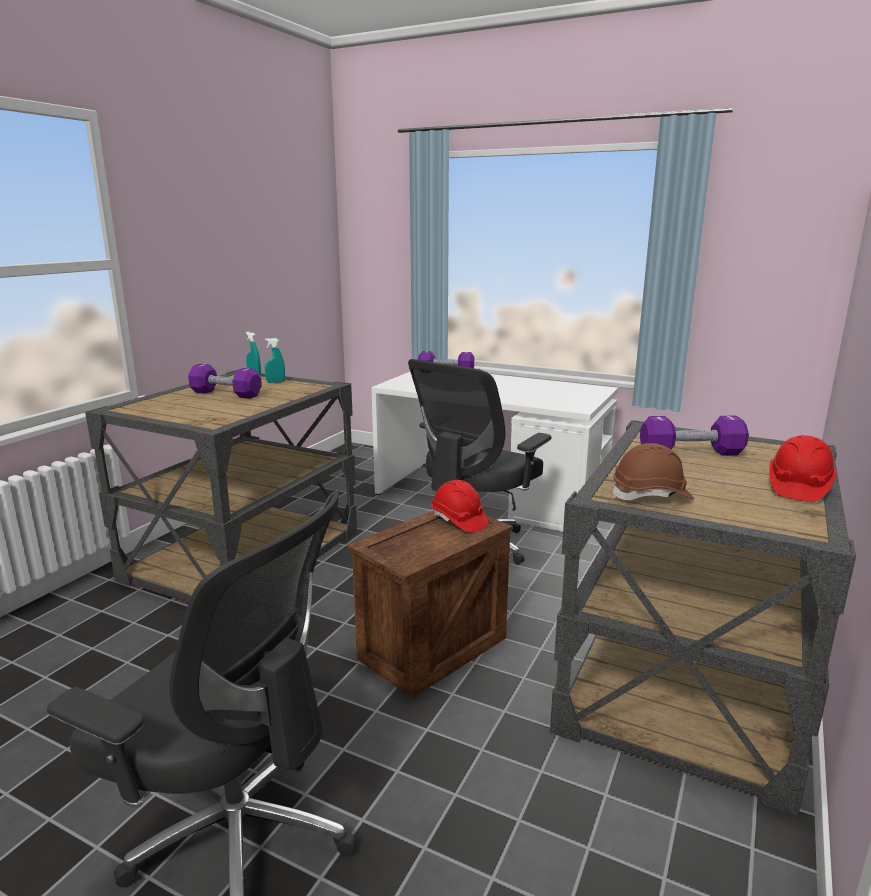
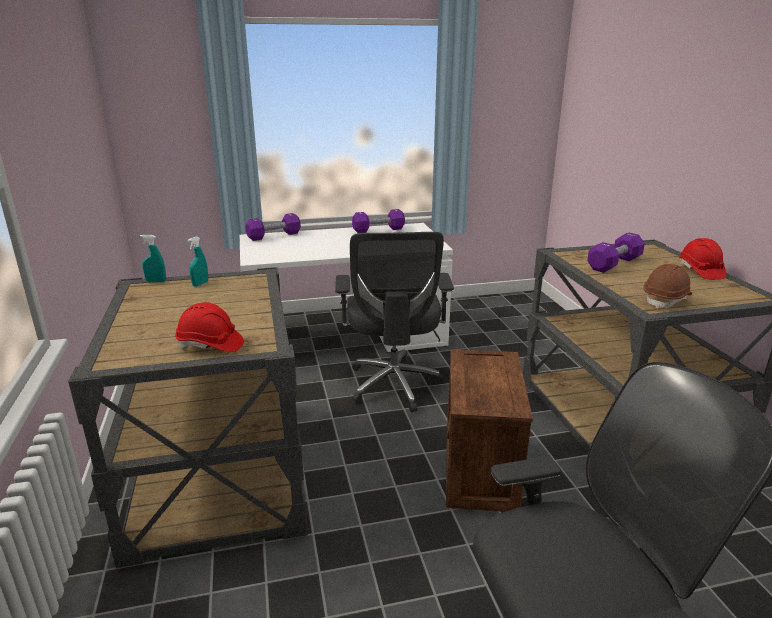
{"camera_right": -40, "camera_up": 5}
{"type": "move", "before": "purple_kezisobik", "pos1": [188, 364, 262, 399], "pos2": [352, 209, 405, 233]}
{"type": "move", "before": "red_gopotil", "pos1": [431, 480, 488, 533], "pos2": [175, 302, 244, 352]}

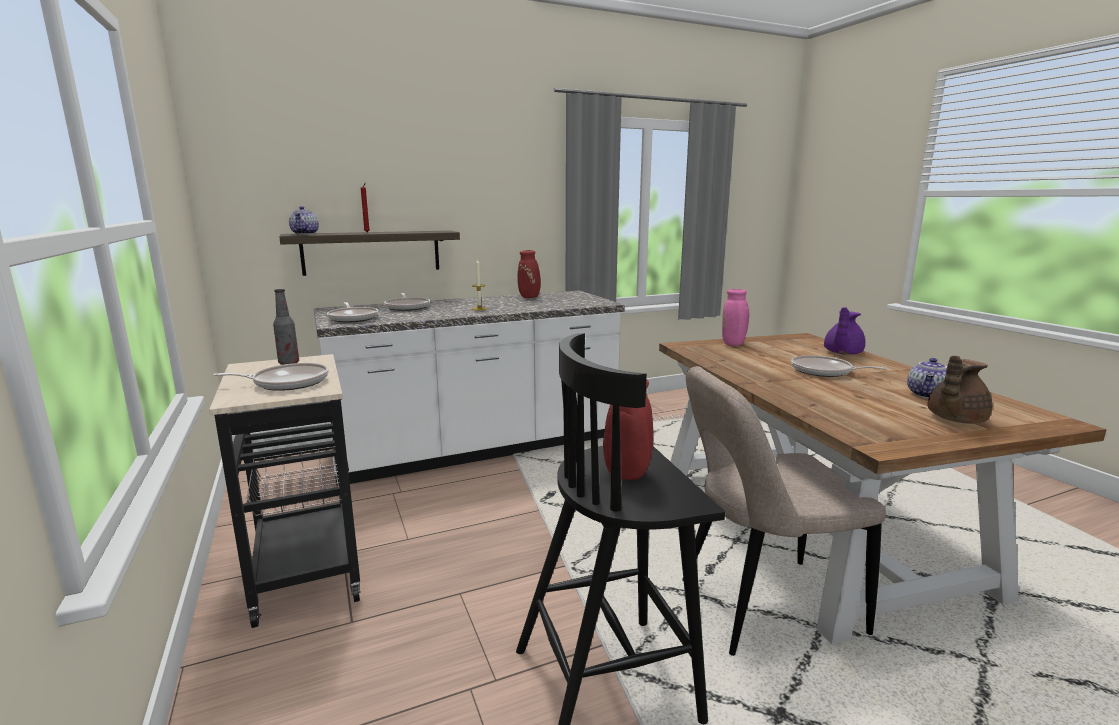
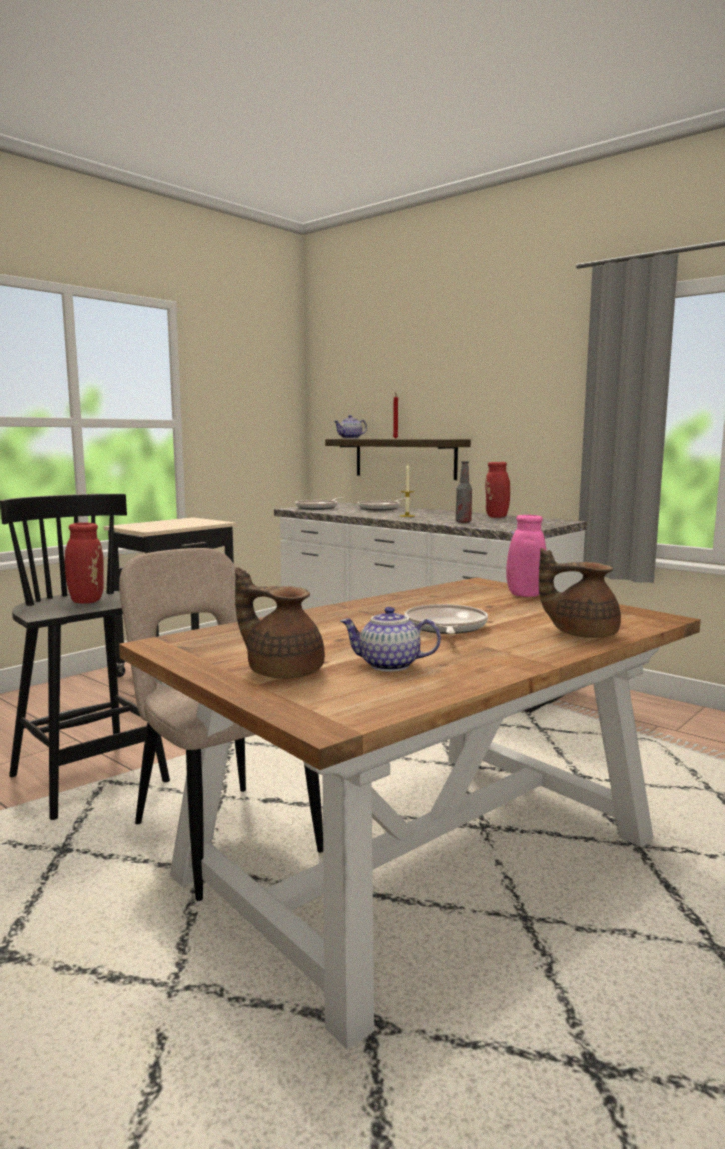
{"camera_right": 65, "camera_up": -5}
{"type": "delete", "before": "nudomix", "pos1": [213, 363, 328, 391]}
{"type": "move", "before": "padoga", "pos1": [273, 289, 299, 365], "pos2": [456, 461, 472, 523]}
{"type": "recolor", "before": "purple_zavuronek", "after": "brown_zavuronek", "pos1": [824, 307, 865, 355], "pos2": [539, 548, 621, 638]}

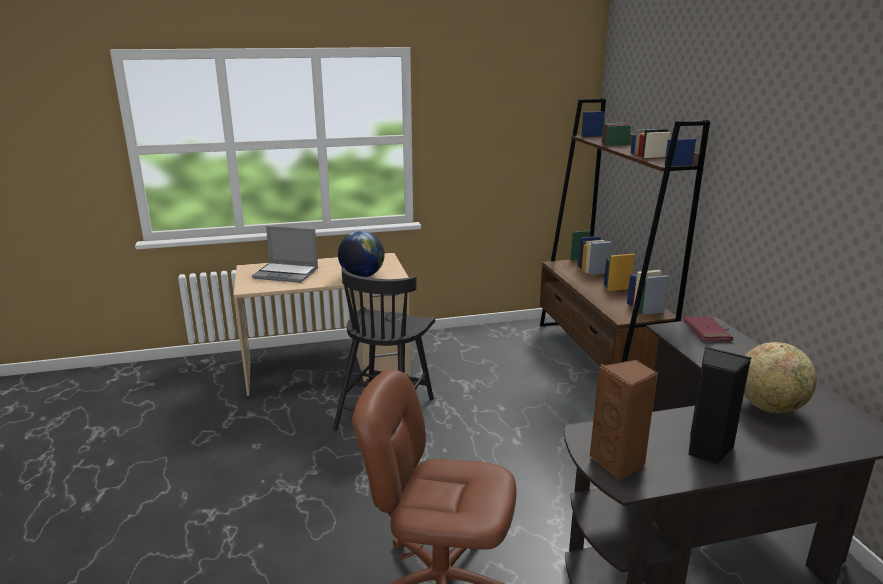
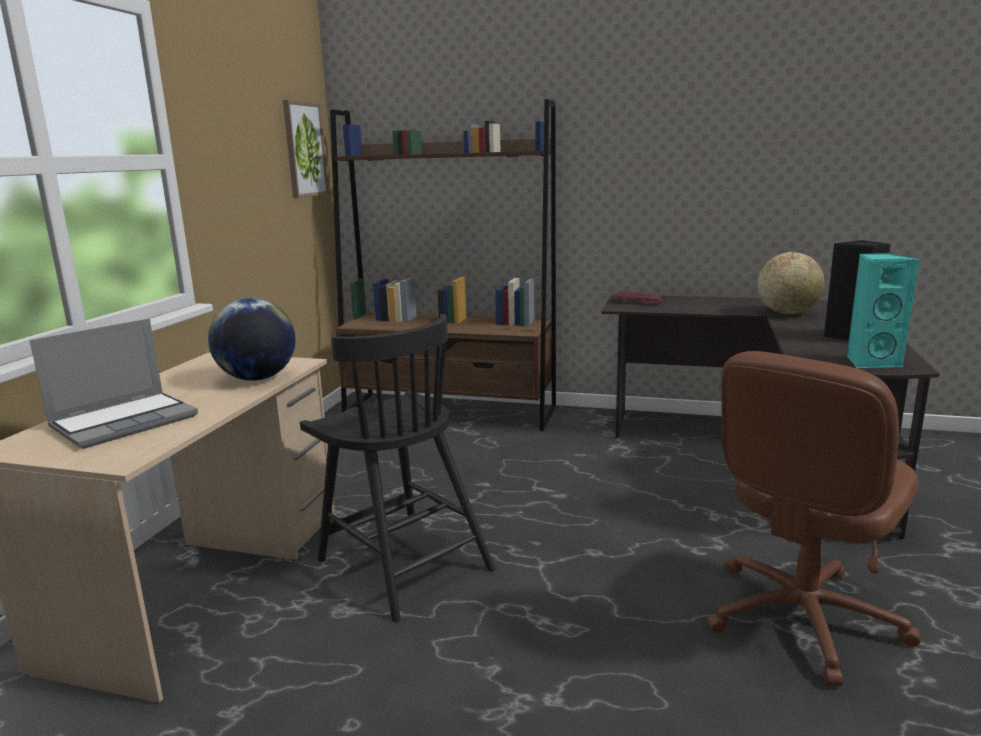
{"camera_right": -60, "camera_up": -5}
{"type": "recolor", "before": "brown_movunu", "after": "turquoise_movunu", "pos1": [590, 359, 658, 481], "pos2": [847, 253, 920, 369]}
{"type": "insert", "after": "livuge", "pos2": [283, 100, 329, 198]}

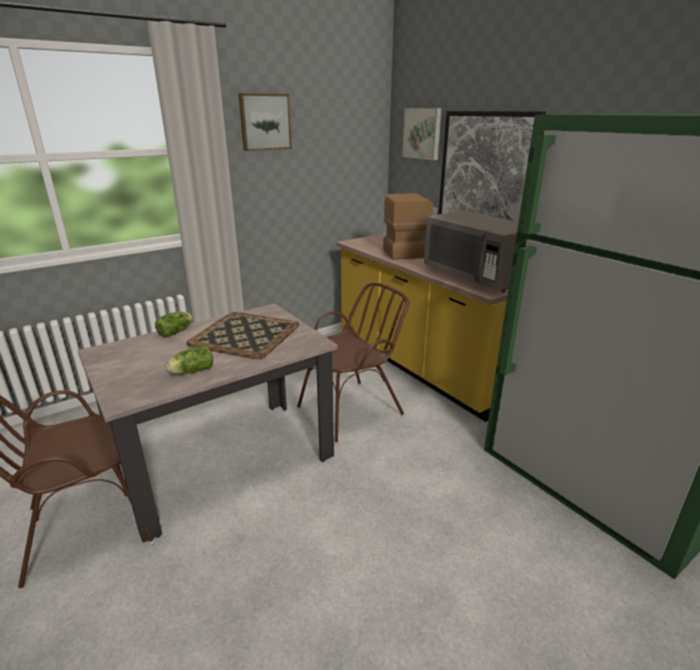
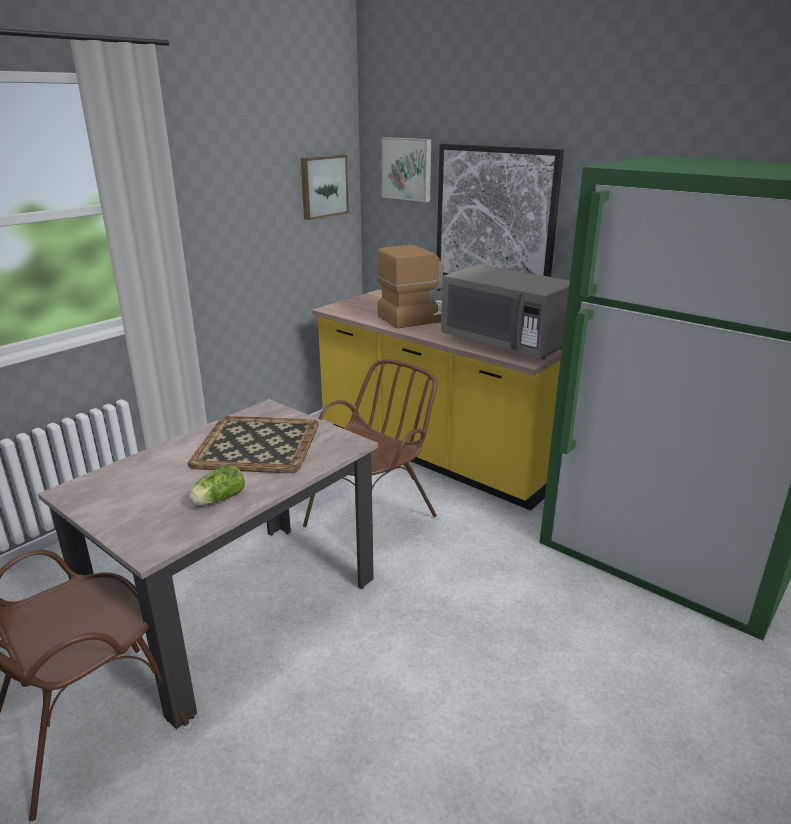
{"camera_right": -15, "camera_up": 0}
{"type": "delete", "before": "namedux", "pos1": [155, 312, 193, 337]}
{"type": "move", "before": "livuge", "pos1": [238, 93, 292, 151], "pos2": [301, 155, 349, 220]}

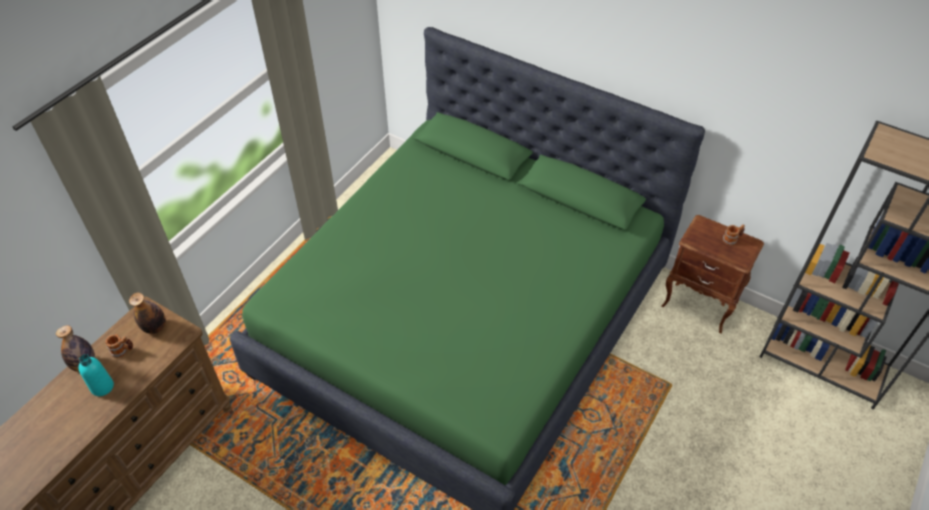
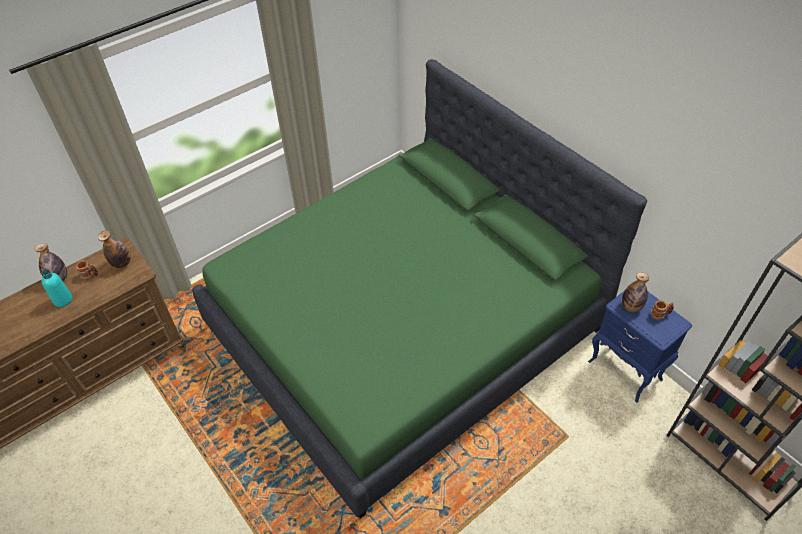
{"camera_right": 20, "camera_up": 0}
{"type": "recolor", "before": "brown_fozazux", "after": "blue_fozazux", "pos1": [661, 215, 764, 334], "pos2": [588, 291, 692, 403]}
{"type": "insert", "after": "padoga", "pos2": [622, 272, 649, 312]}

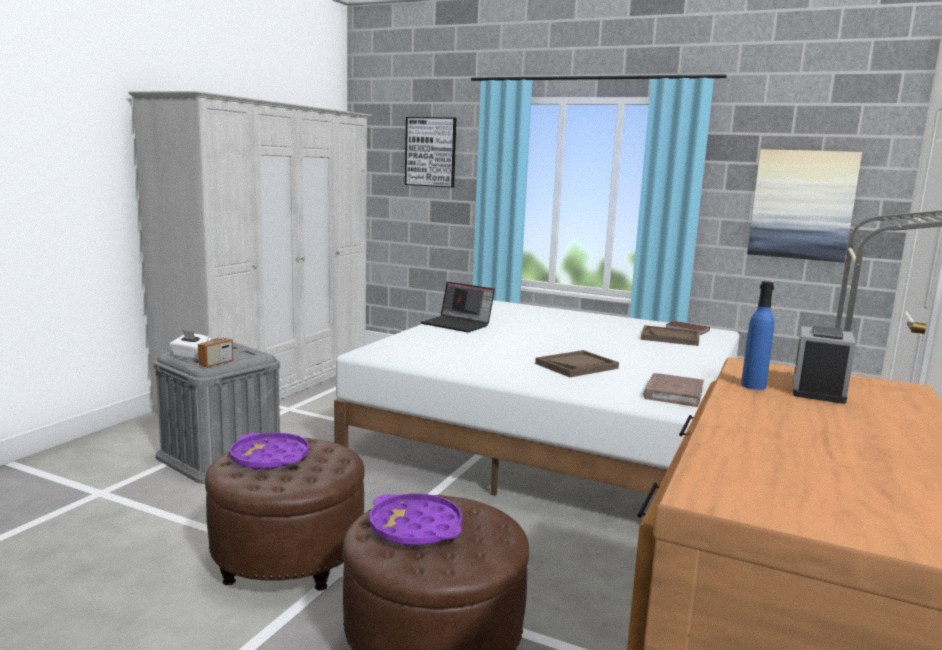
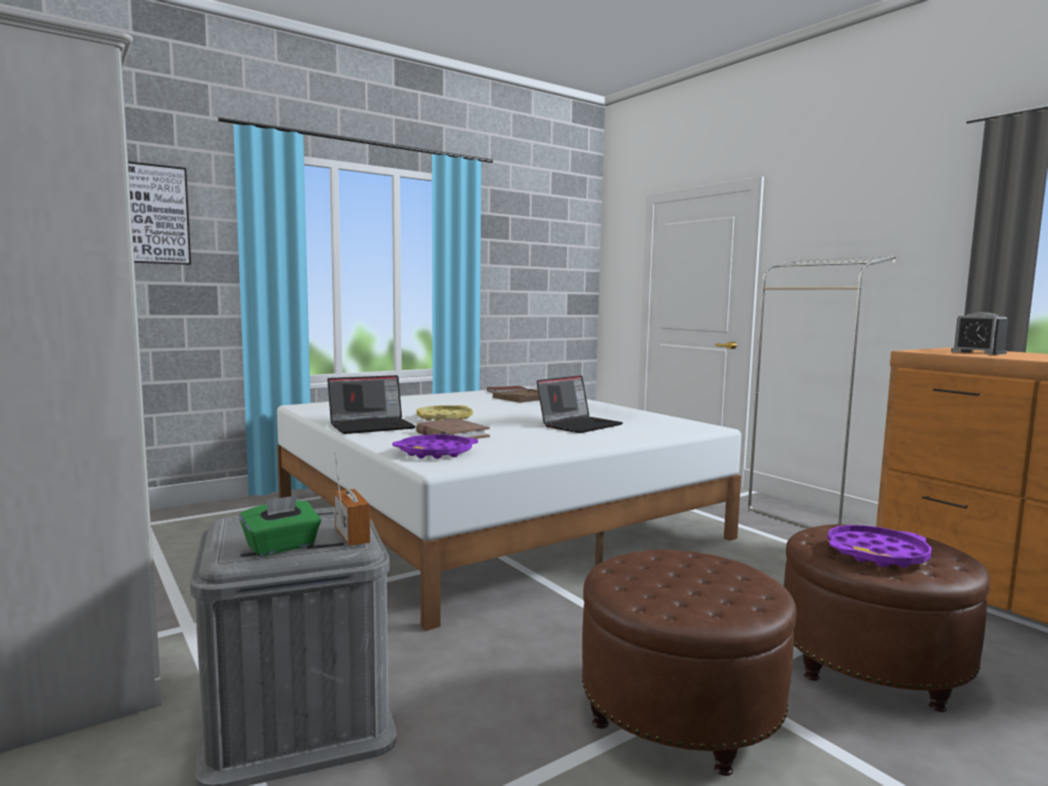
{"camera_right": -60, "camera_up": -5}
{"type": "recolor", "before": "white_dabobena", "after": "green_dabobena", "pos1": [170, 330, 212, 360], "pos2": [239, 495, 321, 556]}
{"type": "move", "before": "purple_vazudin", "pos1": [229, 433, 309, 470], "pos2": [392, 435, 478, 459]}
{"type": "replace", "before": "brown_vazudin", "after": "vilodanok", "pos1": [535, 350, 619, 377], "pos2": [537, 375, 623, 433]}
{"type": "move", "before": "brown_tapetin", "pos1": [643, 373, 704, 407], "pos2": [416, 418, 490, 439]}
{"type": "delete", "before": "blue_padoga", "pos1": [741, 281, 775, 390]}
{"type": "delete", "before": "livuge", "pos1": [747, 149, 862, 262]}
{"type": "insert", "after": "yellow_vazudin", "pos2": [417, 405, 473, 421]}

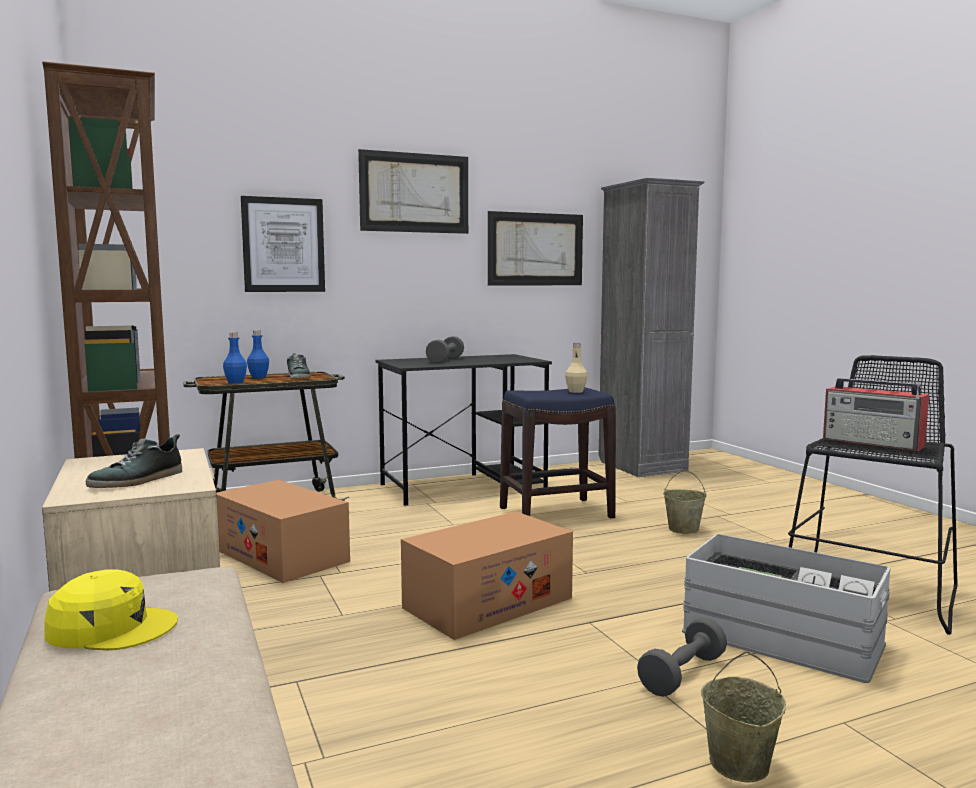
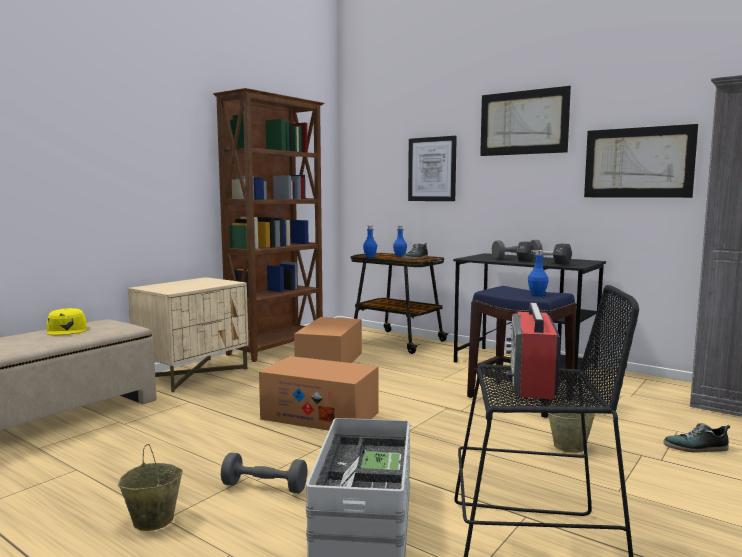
{"camera_right": 60, "camera_up": 0}
{"type": "move", "before": "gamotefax", "pos1": [86, 434, 182, 488], "pos2": [664, 423, 730, 453]}
{"type": "recolor", "before": "beige_padoga", "after": "blue_padoga", "pos1": [565, 343, 588, 393], "pos2": [528, 250, 549, 296]}
{"type": "insert", "after": "black_kezisobik", "pos2": [516, 241, 572, 265]}

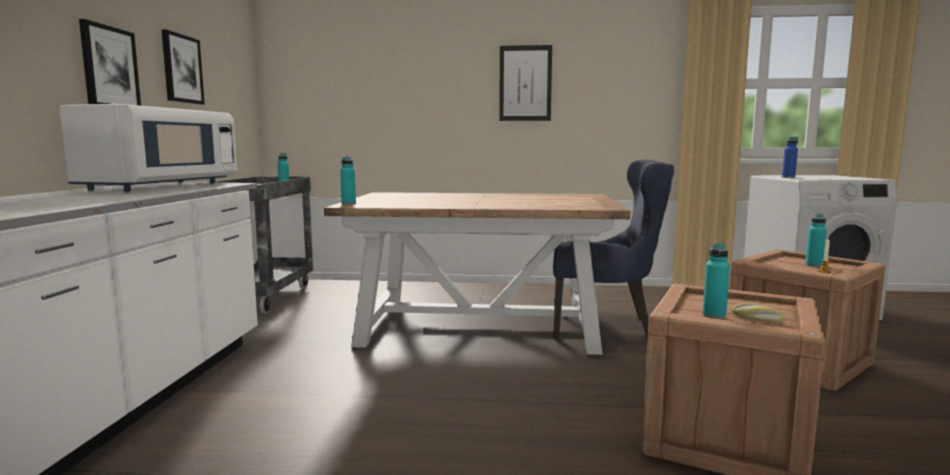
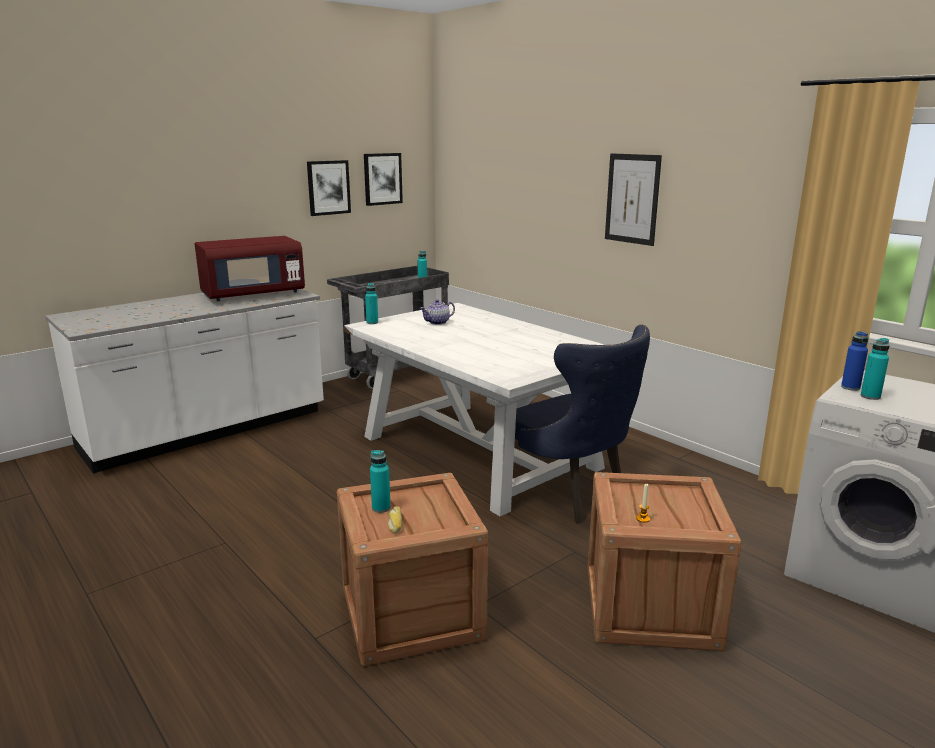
{"camera_right": 45, "camera_up": 10}
{"type": "recolor", "before": "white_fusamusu", "after": "red_fusamusu", "pos1": [59, 104, 237, 191], "pos2": [194, 236, 305, 301]}
{"type": "move", "before": "livuge", "pos1": [79, 19, 141, 106], "pos2": [364, 153, 403, 206]}
{"type": "recolor", "before": "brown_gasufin", "after": "white_gasufin", "pos1": [324, 192, 631, 355], "pos2": [344, 303, 605, 516]}
{"type": "move", "before": "turquoise_padoga", "pos1": [805, 213, 827, 267], "pos2": [861, 338, 890, 400]}
{"type": "insert", "after": "zavuronek", "pos2": [420, 299, 455, 325]}

